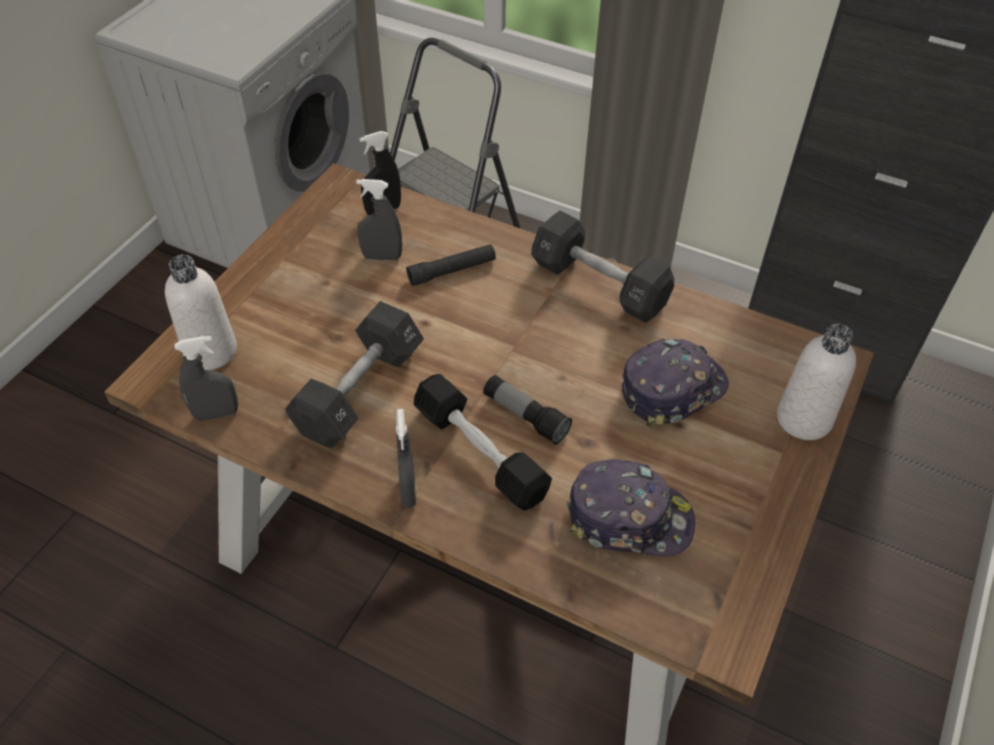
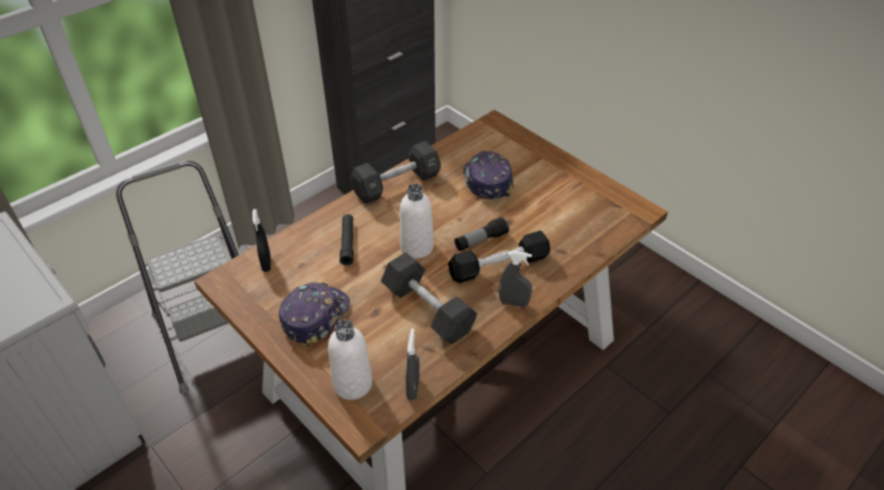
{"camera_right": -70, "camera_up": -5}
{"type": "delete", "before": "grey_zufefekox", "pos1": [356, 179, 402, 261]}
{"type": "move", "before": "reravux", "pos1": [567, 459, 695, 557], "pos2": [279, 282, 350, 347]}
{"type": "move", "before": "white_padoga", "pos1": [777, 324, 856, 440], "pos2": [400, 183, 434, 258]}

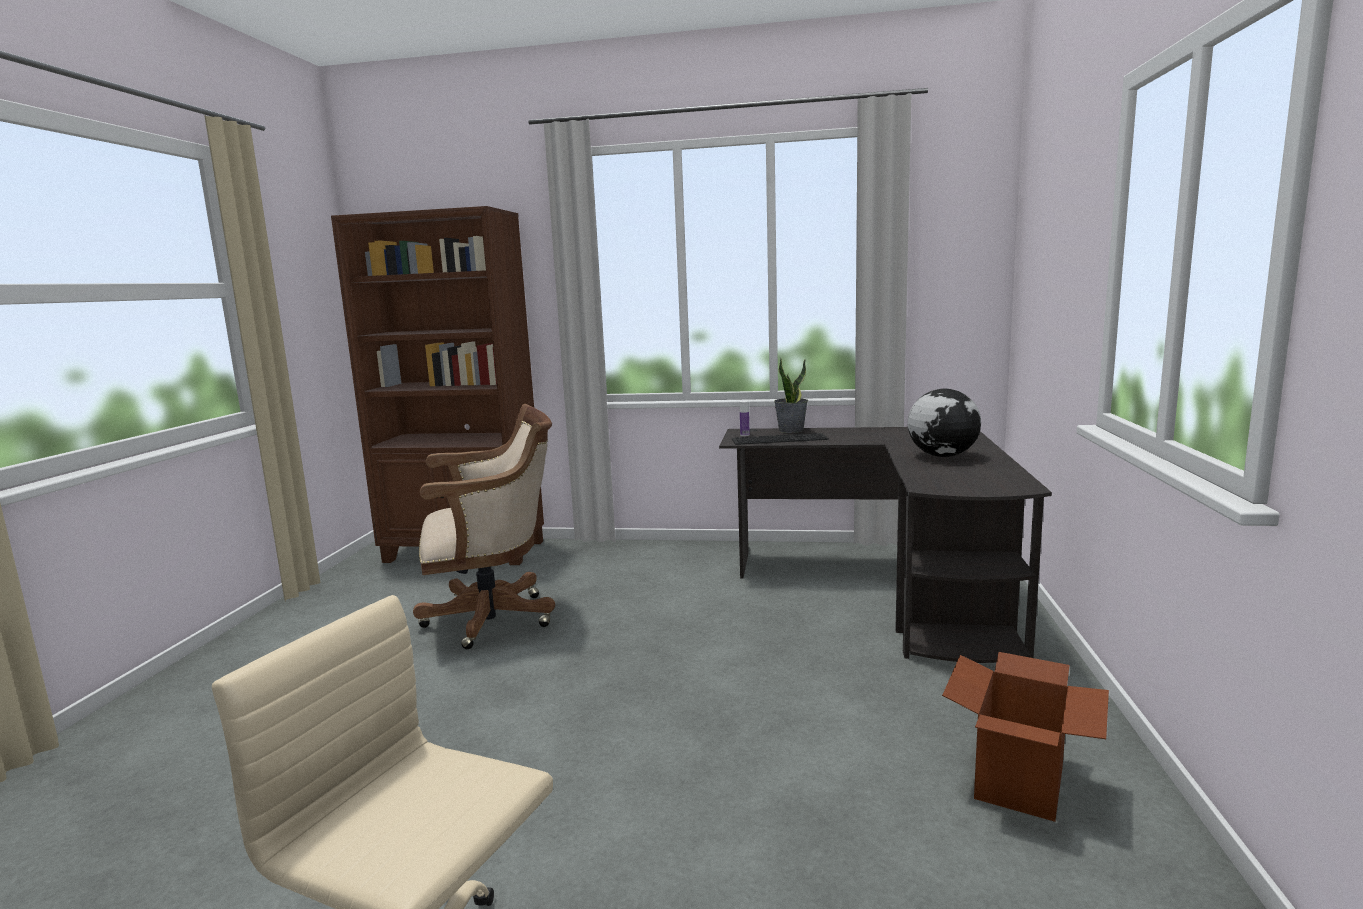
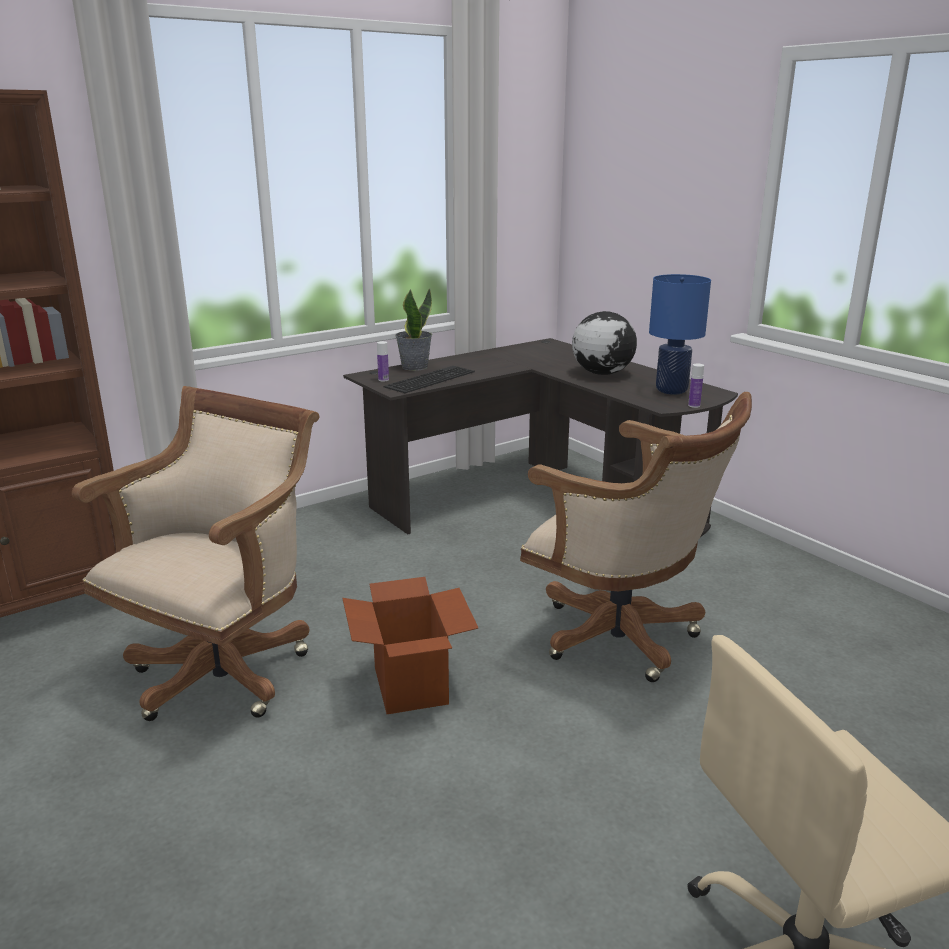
{"camera_right": -45, "camera_up": 10}
{"type": "move", "before": "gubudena", "pos1": [942, 652, 1109, 822], "pos2": [342, 577, 479, 714]}
{"type": "insert", "after": "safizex", "pos2": [520, 392, 752, 682]}
{"type": "insert", "after": "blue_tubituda", "pos2": [649, 274, 711, 395]}
{"type": "insert", "after": "padoga", "pos2": [688, 364, 704, 408]}

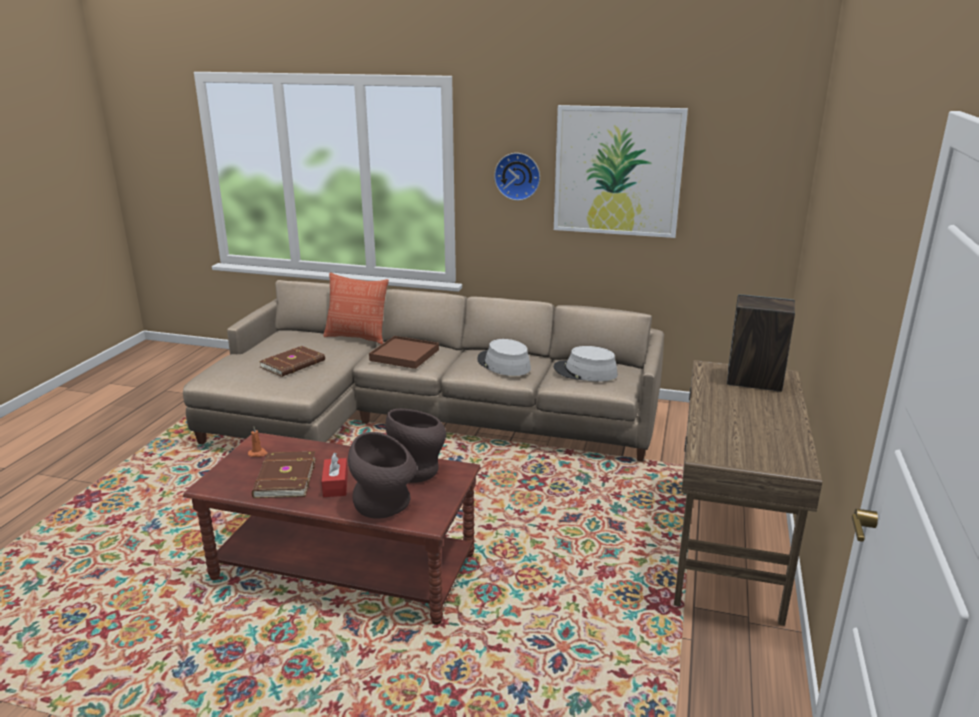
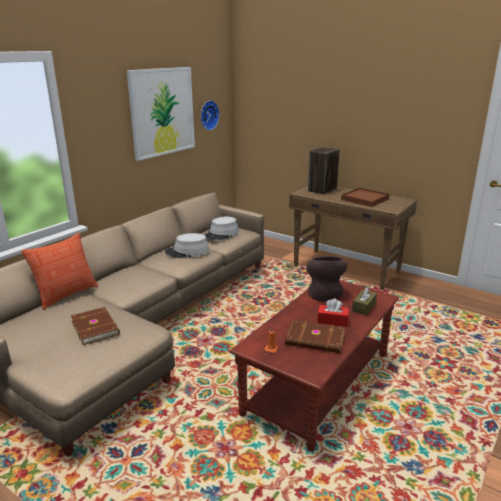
{"camera_right": -70, "camera_up": 0}
{"type": "replace", "before": "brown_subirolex", "after": "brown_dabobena", "pos1": [348, 432, 417, 519], "pos2": [352, 286, 377, 315]}
{"type": "move", "before": "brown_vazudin", "pos1": [369, 336, 439, 369], "pos2": [341, 188, 390, 207]}
{"type": "move", "before": "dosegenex", "pos1": [494, 153, 540, 201], "pos2": [201, 100, 219, 130]}

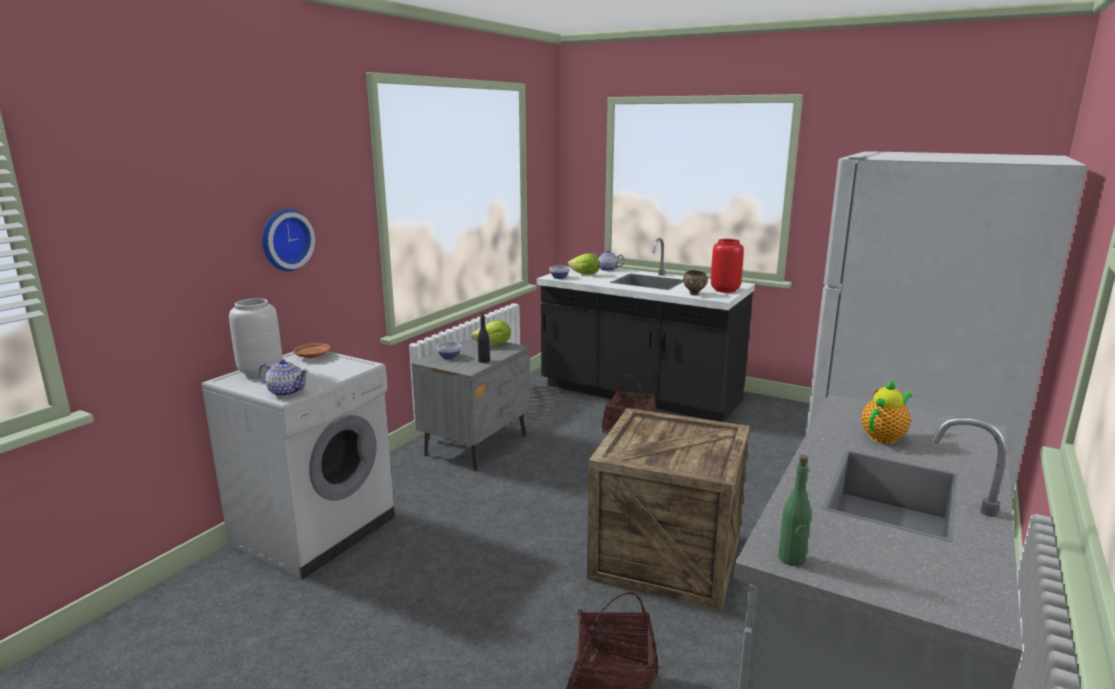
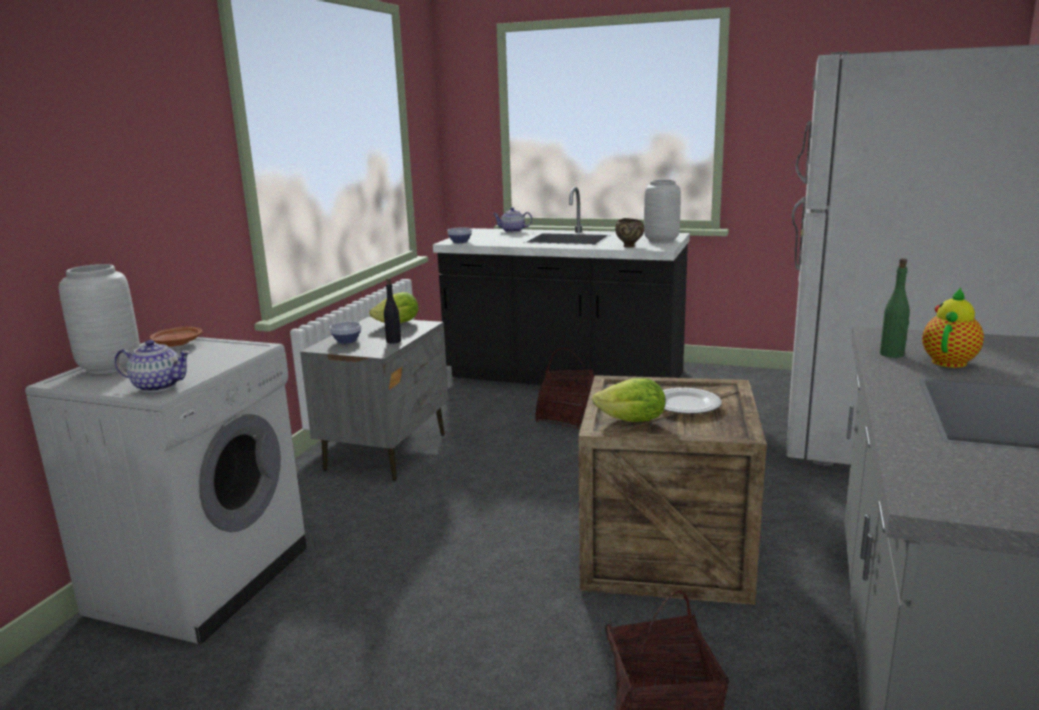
{"camera_right": -10, "camera_up": 0}
{"type": "delete", "before": "dosegenex", "pos1": [262, 209, 315, 271]}
{"type": "move", "before": "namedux", "pos1": [568, 254, 600, 274], "pos2": [592, 378, 666, 422]}
{"type": "recolor", "before": "red_subirolex", "after": "grey_subirolex", "pos1": [711, 239, 744, 293], "pos2": [644, 180, 681, 243]}
{"type": "move", "before": "green_padoga", "pos1": [778, 455, 811, 566], "pos2": [880, 258, 910, 358]}
{"type": "insert", "after": "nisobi", "pos2": [663, 388, 722, 414]}

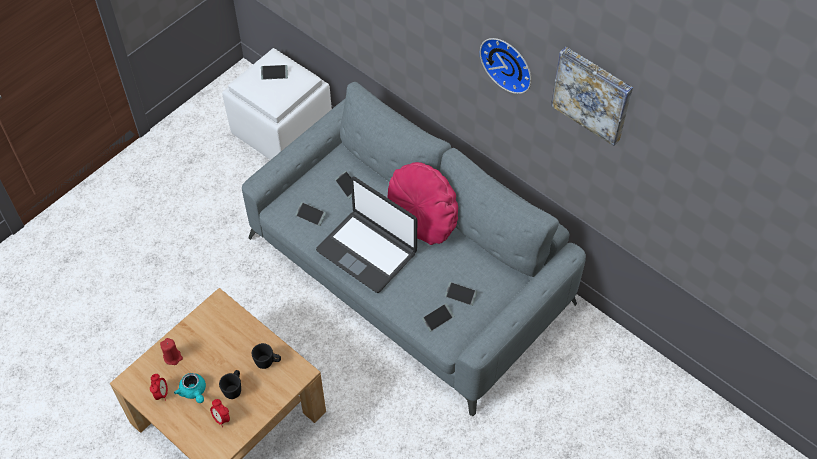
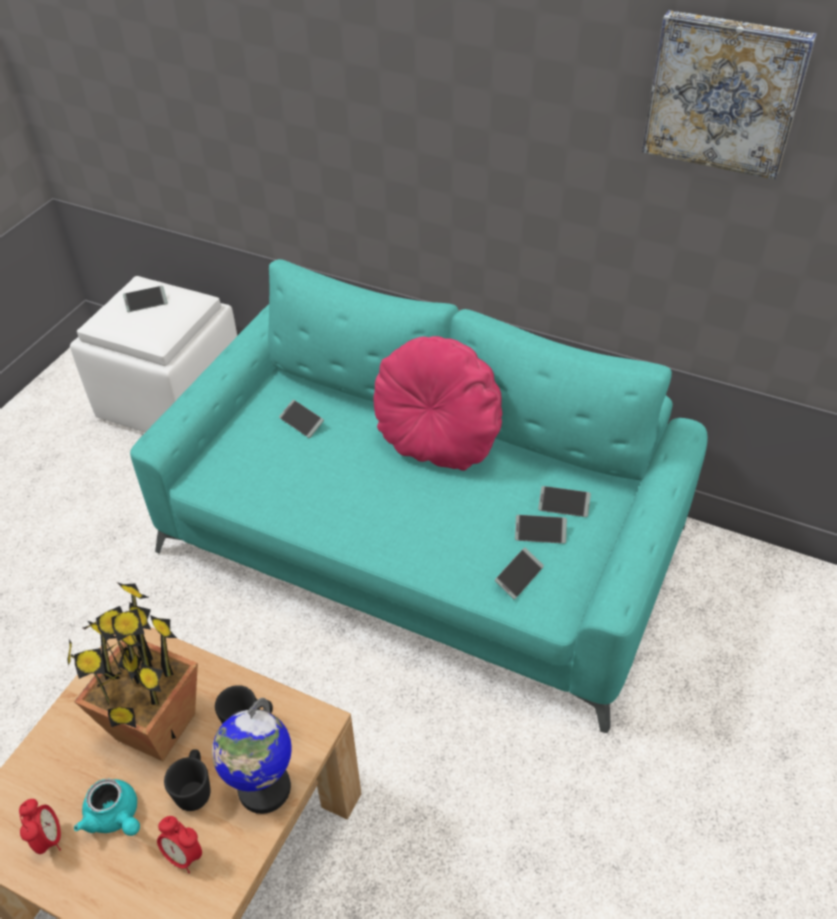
{"camera_right": -15, "camera_up": -10}
{"type": "delete", "before": "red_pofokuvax", "pos1": [160, 338, 183, 365]}
{"type": "recolor", "before": "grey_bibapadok", "after": "turquoise_bibapadok", "pos1": [242, 82, 586, 416], "pos2": [130, 259, 708, 733]}
{"type": "move", "before": "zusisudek", "pos1": [295, 202, 326, 226], "pos2": [538, 486, 591, 517]}
{"type": "delete", "before": "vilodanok", "pos1": [316, 177, 417, 293]}
{"type": "delete", "before": "dosegenex", "pos1": [480, 38, 532, 94]}
{"type": "insert", "after": "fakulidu", "pos2": [67, 583, 198, 761]}
{"type": "insert", "after": "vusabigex", "pos2": [212, 698, 291, 814]}

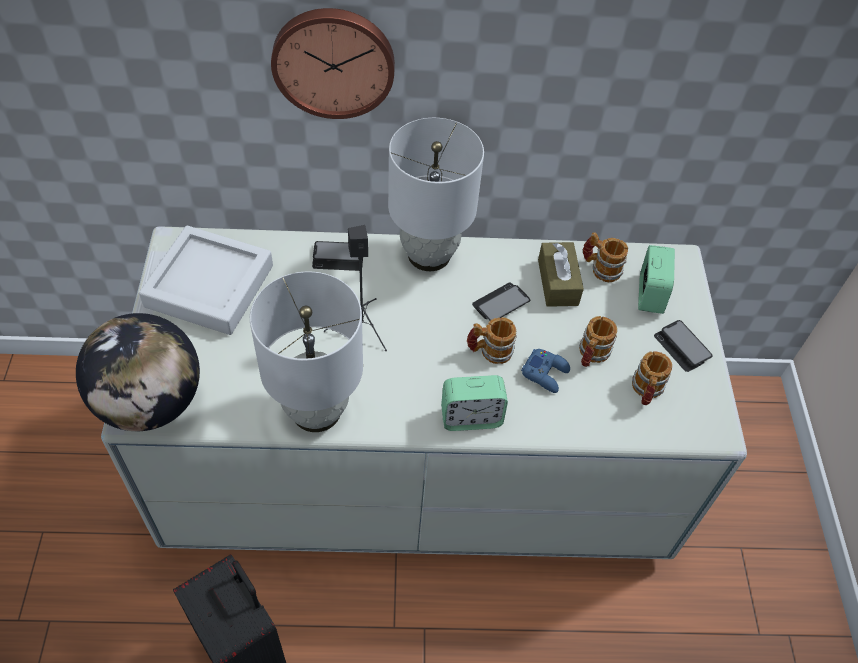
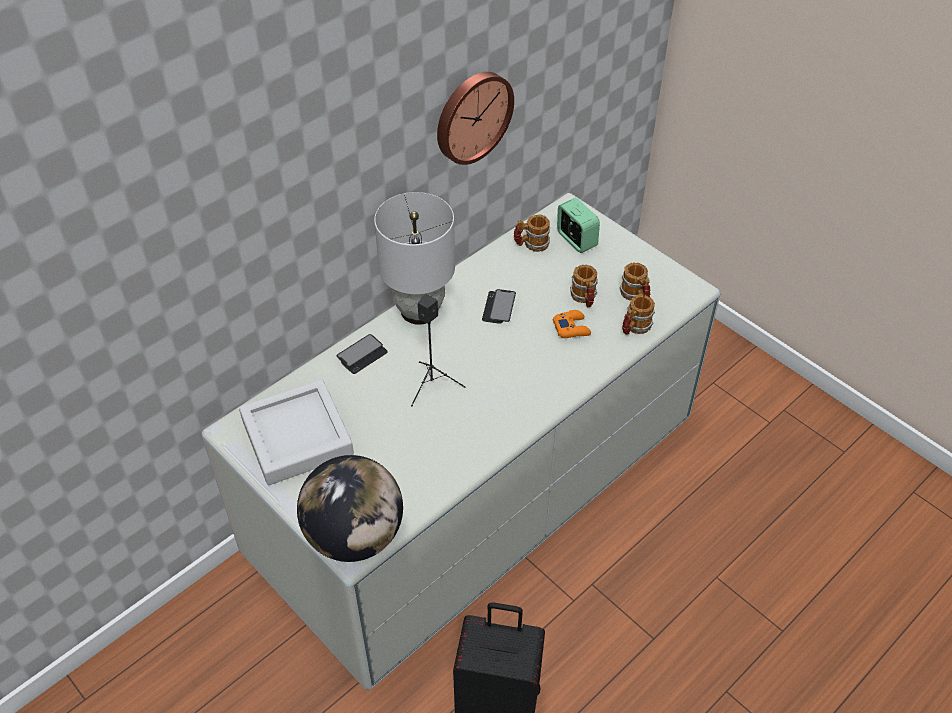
{"camera_right": -40, "camera_up": -5}
{"type": "delete", "before": "white_tubituda", "pos1": [250, 272, 363, 432]}
{"type": "move", "before": "dosegenex", "pos1": [271, 8, 395, 119], "pos2": [437, 72, 514, 165]}
{"type": "delete", "before": "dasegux", "pos1": [441, 375, 508, 431]}
{"type": "move", "before": "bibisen", "pos1": [467, 317, 517, 364], "pos2": [622, 294, 655, 335]}
{"type": "recolor", "before": "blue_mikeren", "after": "orange_mikeren", "pos1": [521, 349, 570, 393], "pos2": [553, 310, 591, 338]}
{"type": "delete", "before": "brown_dabobena", "pos1": [538, 242, 584, 307]}
{"type": "delete", "before": "zusisudek", "pos1": [654, 320, 713, 372]}

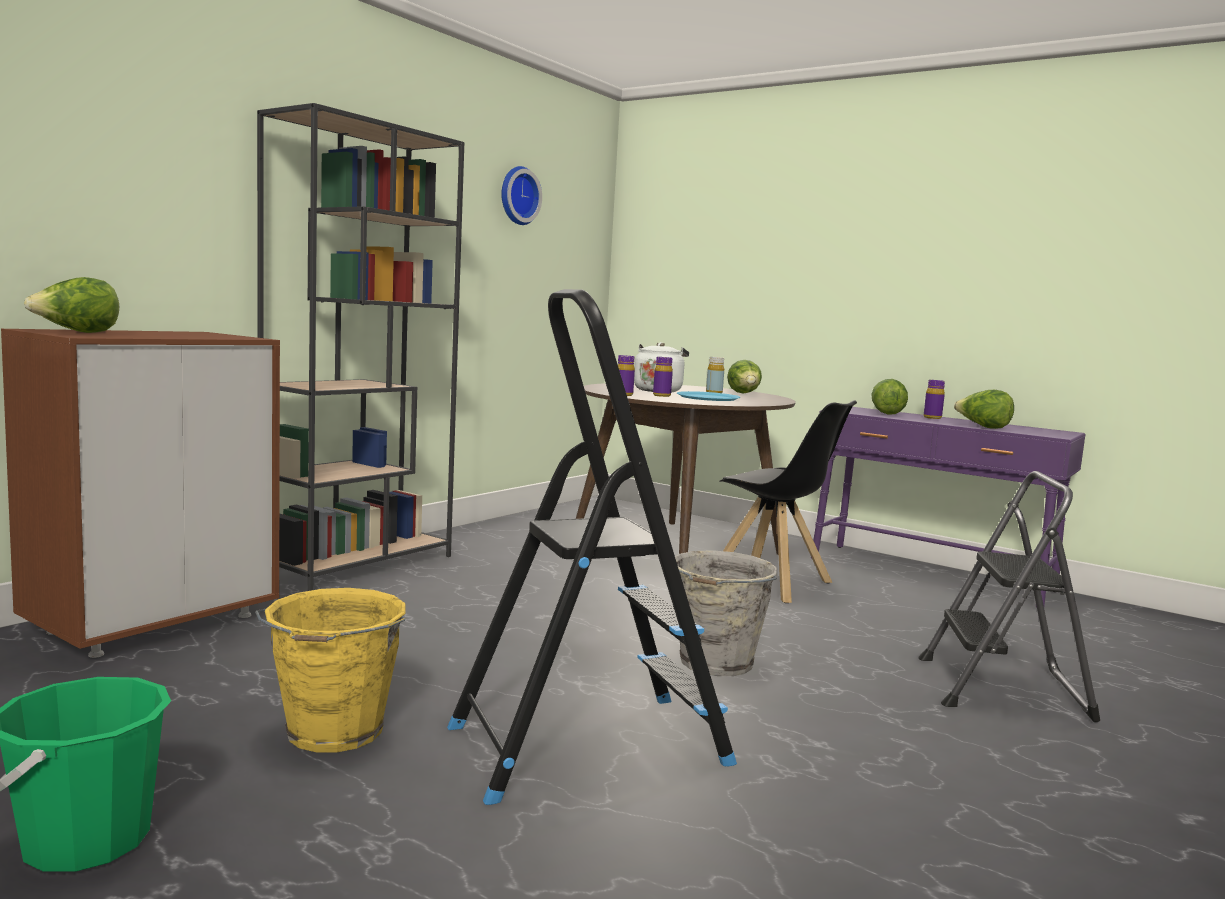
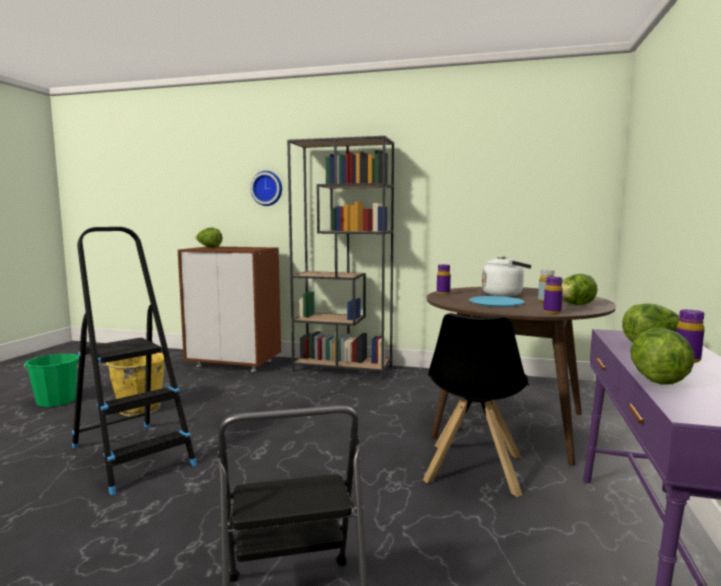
{"camera_right": 70, "camera_up": 0}
{"type": "move", "before": "dosegenex", "pos1": [501, 166, 542, 225], "pos2": [250, 171, 282, 206]}
{"type": "move", "before": "purple_padoga", "pos1": [653, 357, 673, 397], "pos2": [544, 277, 563, 314]}
{"type": "delete", "before": "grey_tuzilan", "pos1": [675, 550, 777, 676]}

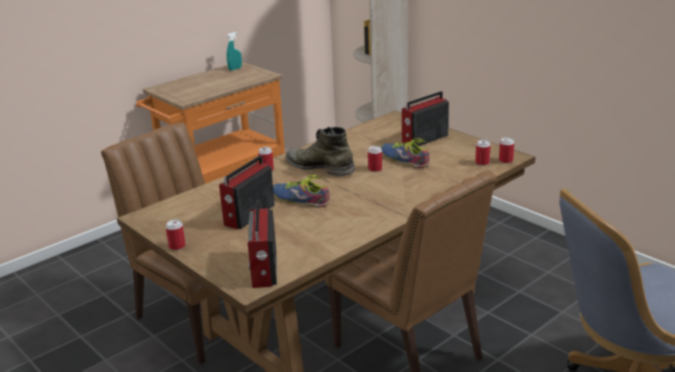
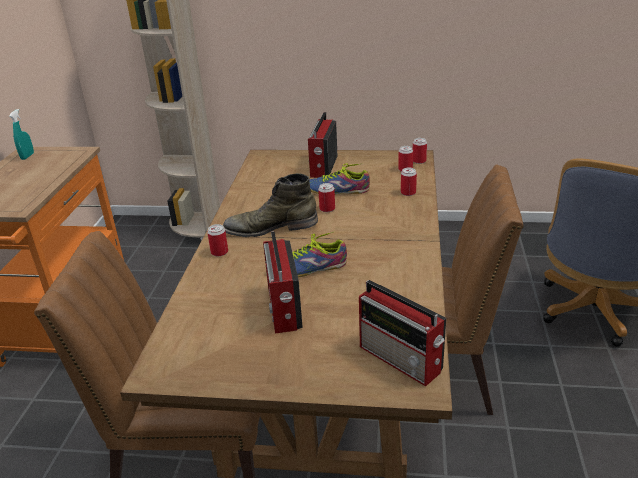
{"camera_right": -40, "camera_up": 5}
{"type": "move", "before": "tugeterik", "pos1": [166, 219, 186, 250], "pos2": [401, 168, 417, 196]}

